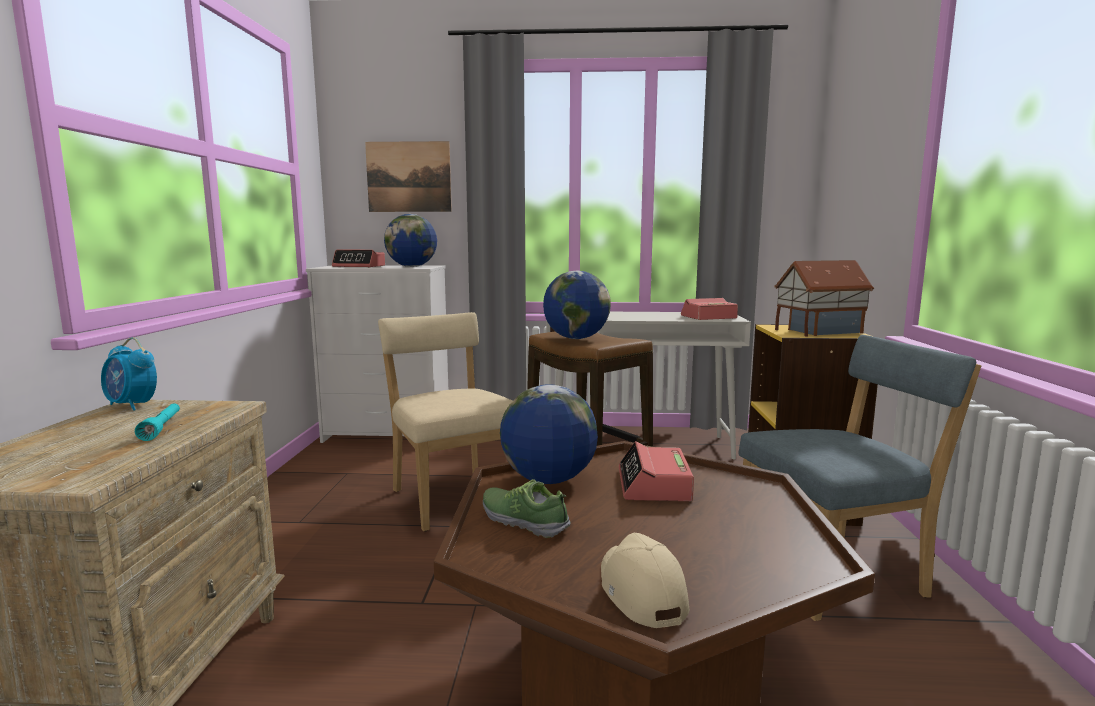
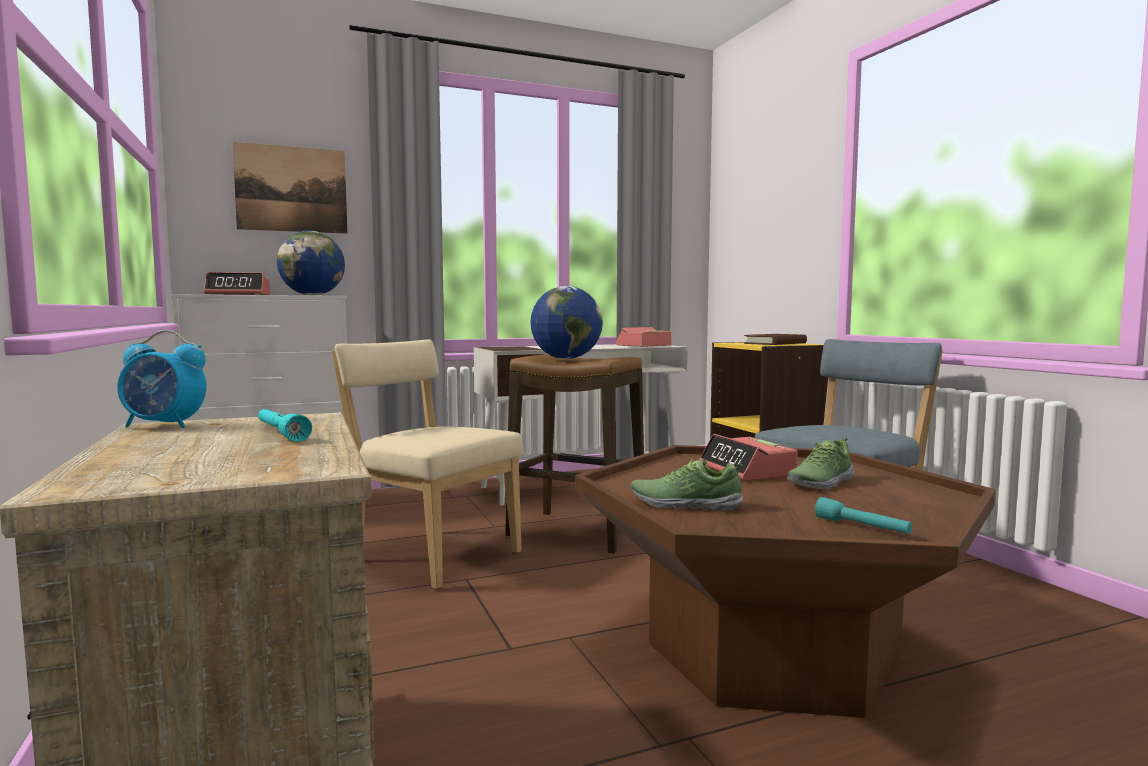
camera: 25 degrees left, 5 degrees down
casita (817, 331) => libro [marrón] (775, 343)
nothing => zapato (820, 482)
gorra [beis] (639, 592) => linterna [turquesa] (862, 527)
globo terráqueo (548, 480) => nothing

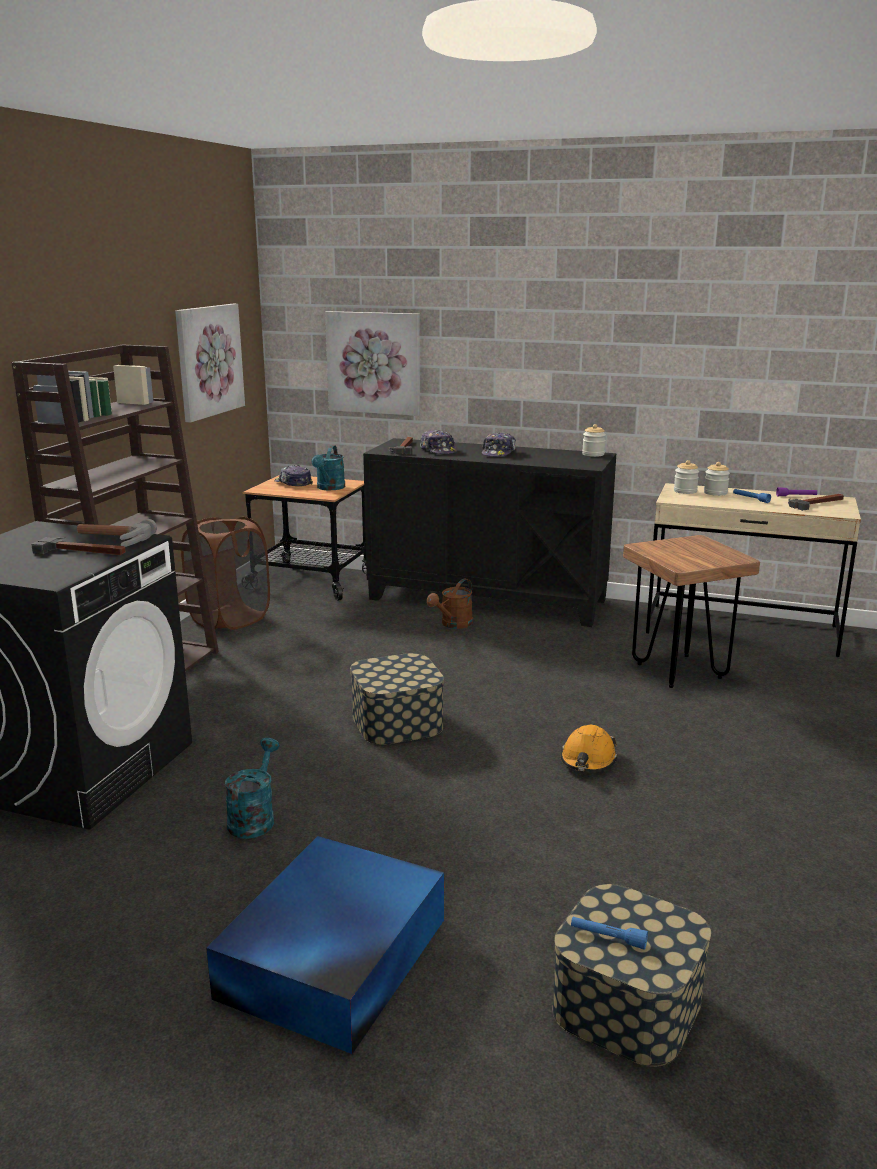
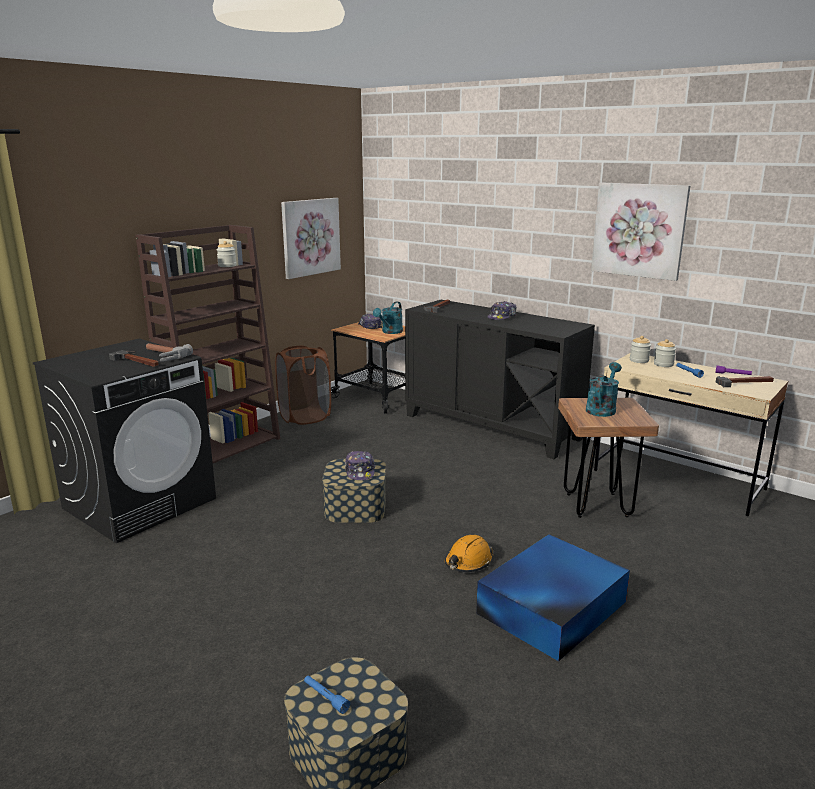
camera: 20 degrees right, 0 degrees up
tarro (593, 454) => tarro (227, 266), shifted
gorra (438, 450) => gorra (360, 471), shifted
caja de almacenaje [azul] (331, 959) => caja de almacenaje [azul] (550, 608), shifted
regadera [turquesa] (254, 818) => regadera [turquesa] (602, 409), shifted
cuadro (374, 363) => cuadro (639, 230), shifted
regadera [marrón] (453, 625) => nothing

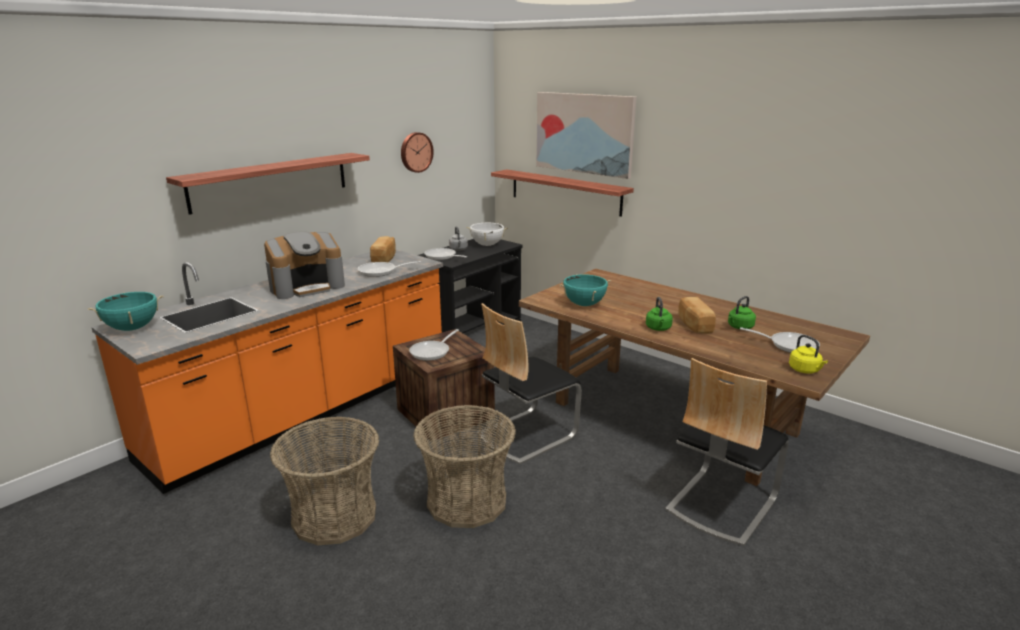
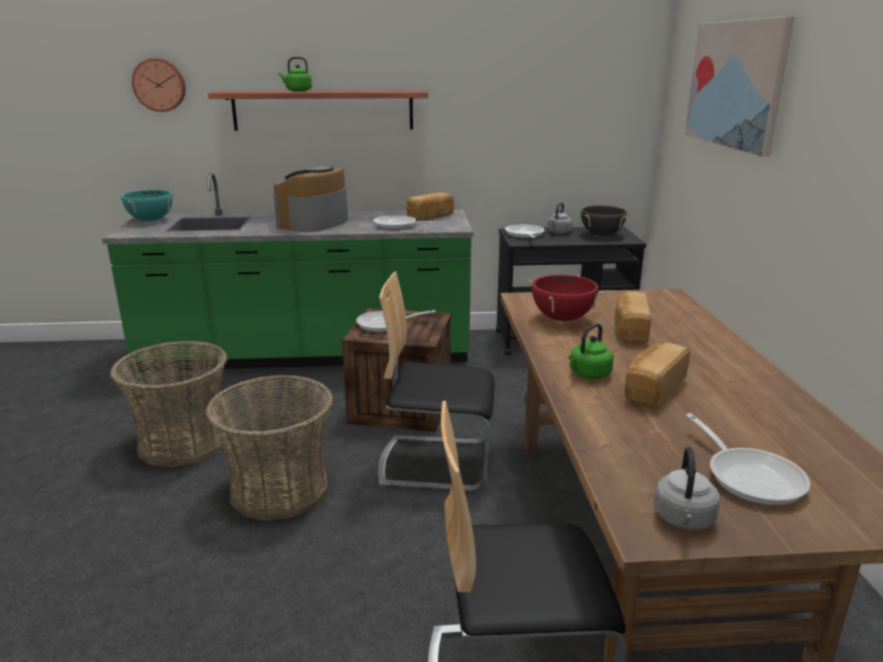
camera: 45 degrees right, 0 degrees up
mueble bajo de cocina [naranja] (307, 411) => mueble bajo de cocina [verde] (308, 354)
reloj de pared (415, 152) => reloj de pared (159, 85), shifted
cafetera (307, 286) => cafetera (314, 223), 105 degrees clockwise
hervidor [verde] (739, 327) => hervidor [verde] (297, 91), shifted
olla [turquesa] (584, 304) => olla [rojo] (562, 319)
olla [blanco] (487, 245) => olla [negro] (601, 235)
nothing => pan (630, 331)
hervidor [amarillo] (805, 370) => hervidor [gris] (683, 520)
estante (565, 192) => nothing

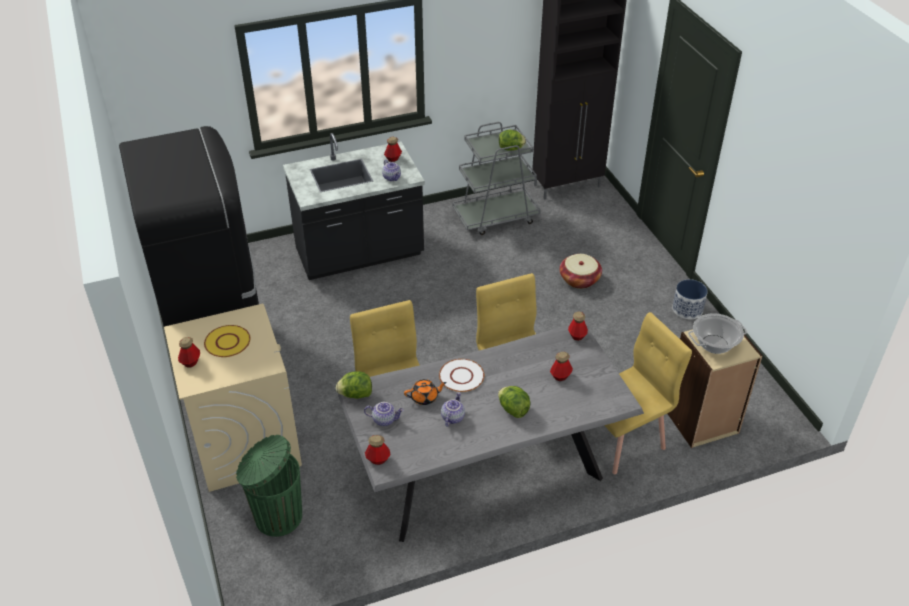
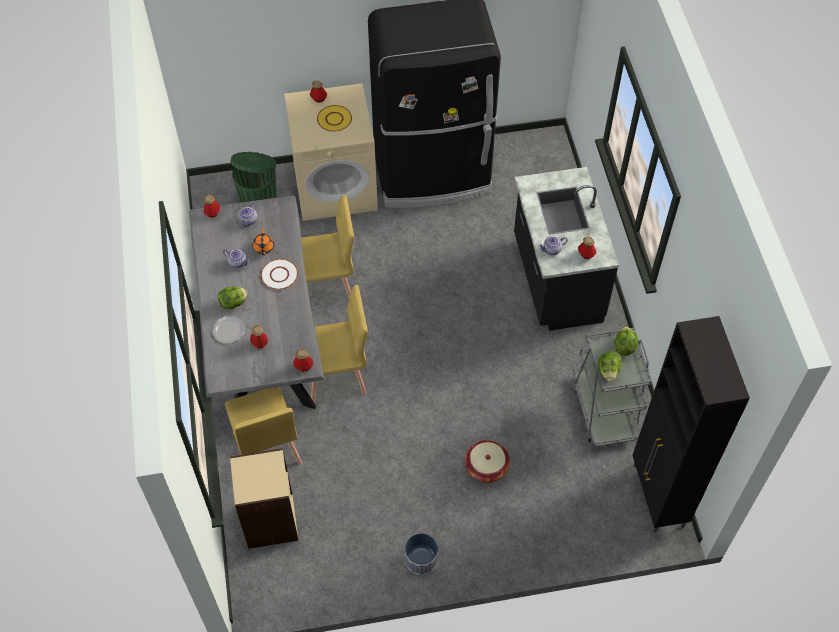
camera: 100 degrees right, 15 degrees up
nothing => plato (229, 331)
lechuga (355, 394) => lechuga (624, 346), shifted
olla (714, 344) => nothing

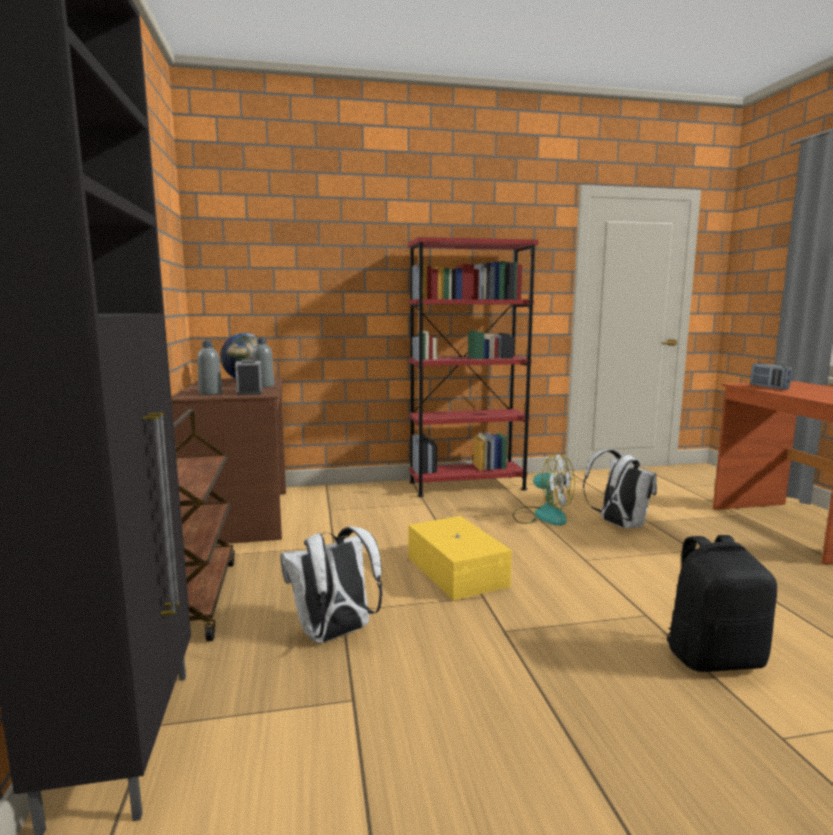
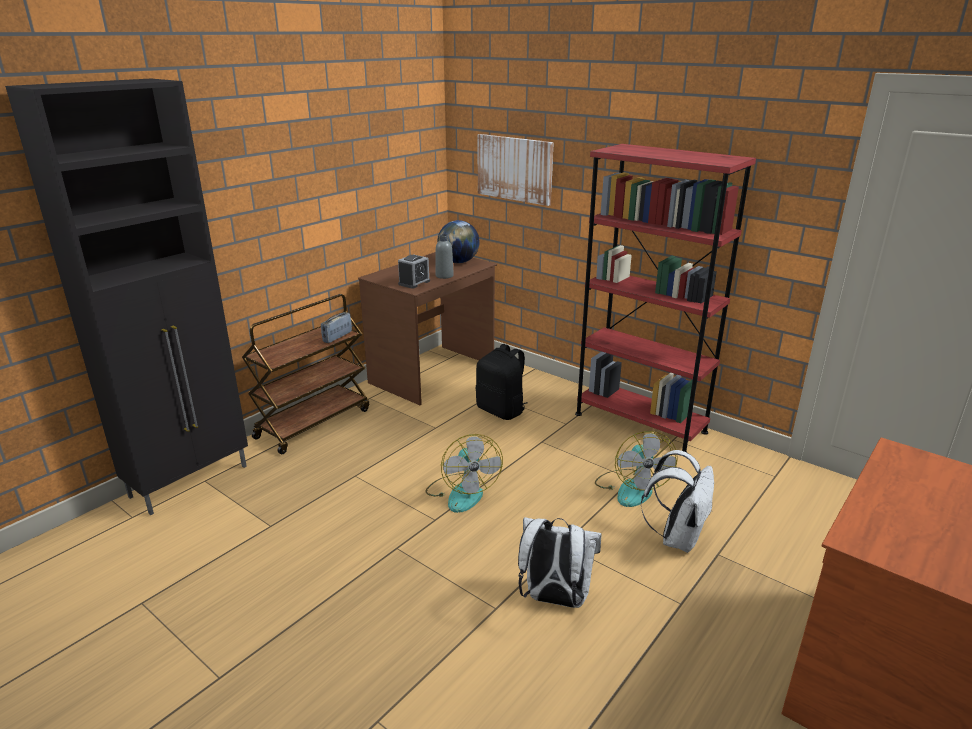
camera: 50 degrees right, 15 degrees up
radio (768, 387) => radio (337, 337), shifted
caja de almacenaje [amarillo] (457, 570) => ventilador (462, 492)
mochila [negro] (714, 657) => mochila [negro] (501, 410), shifted
nothing => cuadro (515, 168)
mochila [blanco] (334, 634) => mochila [blanco] (554, 599), shifted
botella [gris] (210, 393) => nothing

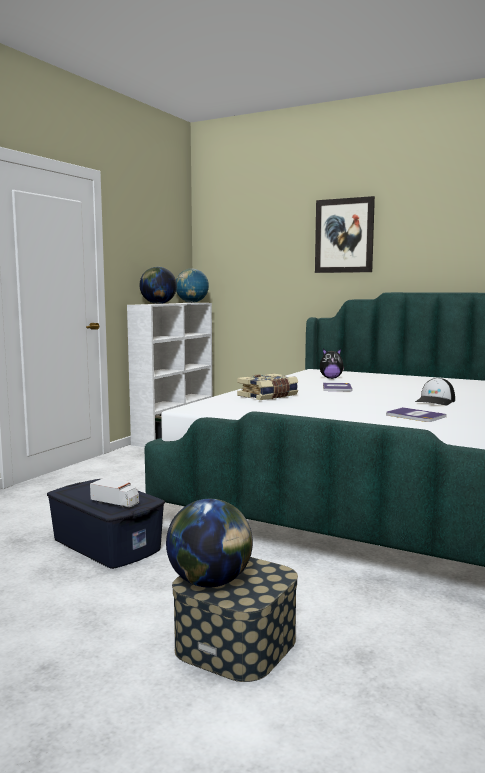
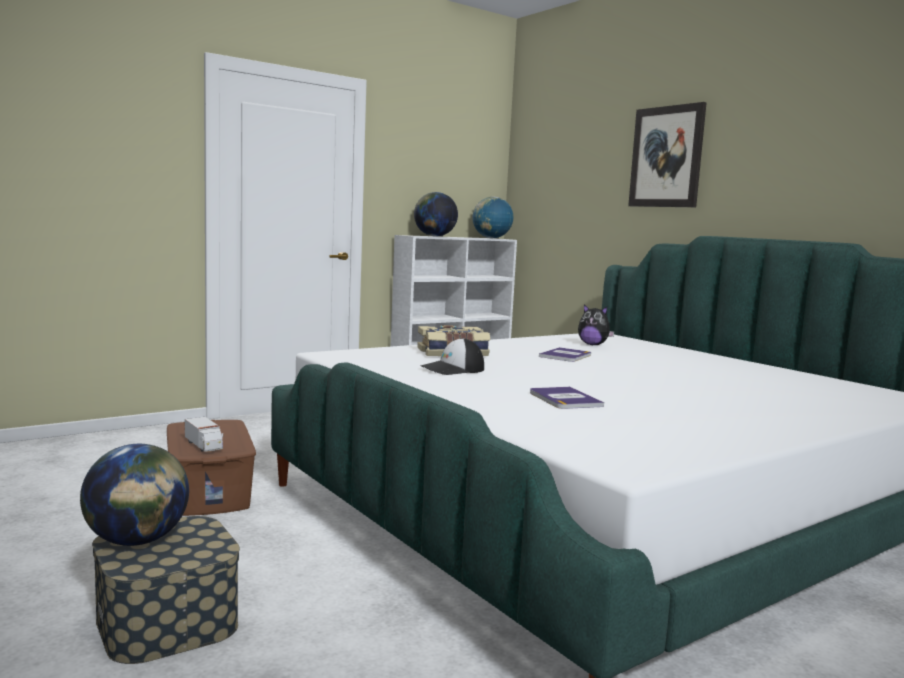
camera: 25 degrees right, 0 degrees up
caja de almacenaje [azul] (106, 544) => caja de almacenaje [marrón] (210, 491)
gorra (435, 401) => gorra (452, 369), shifted

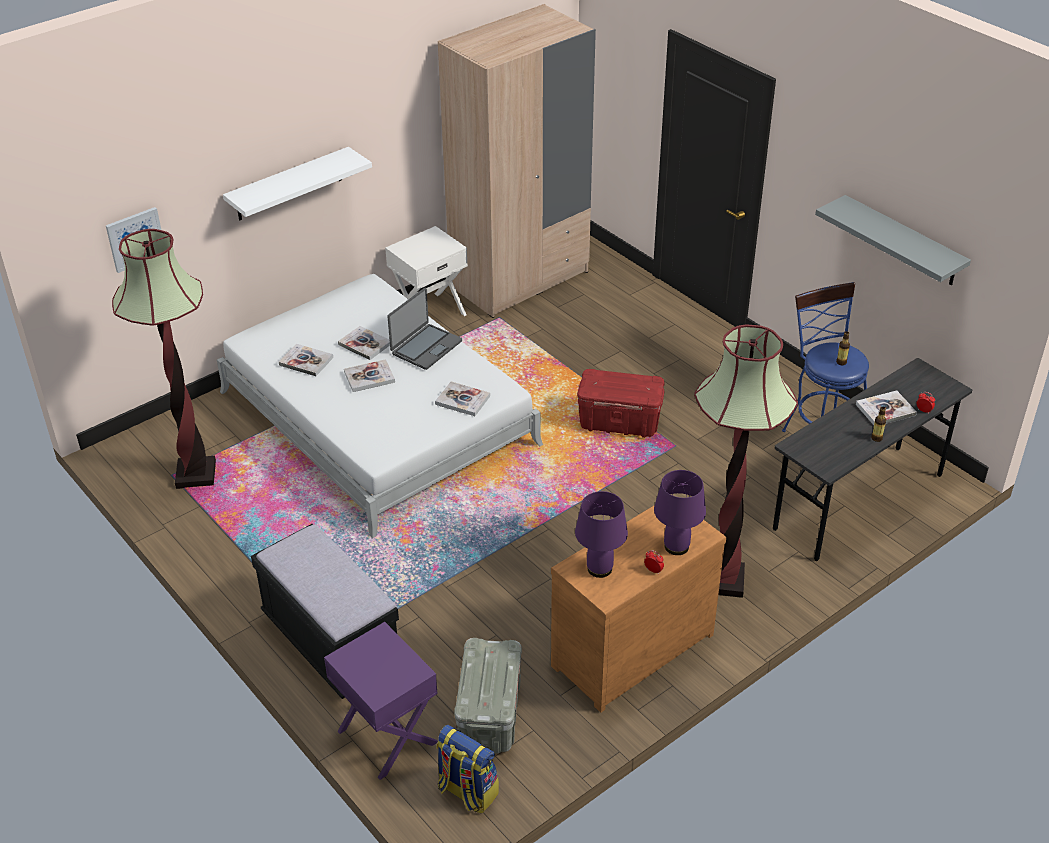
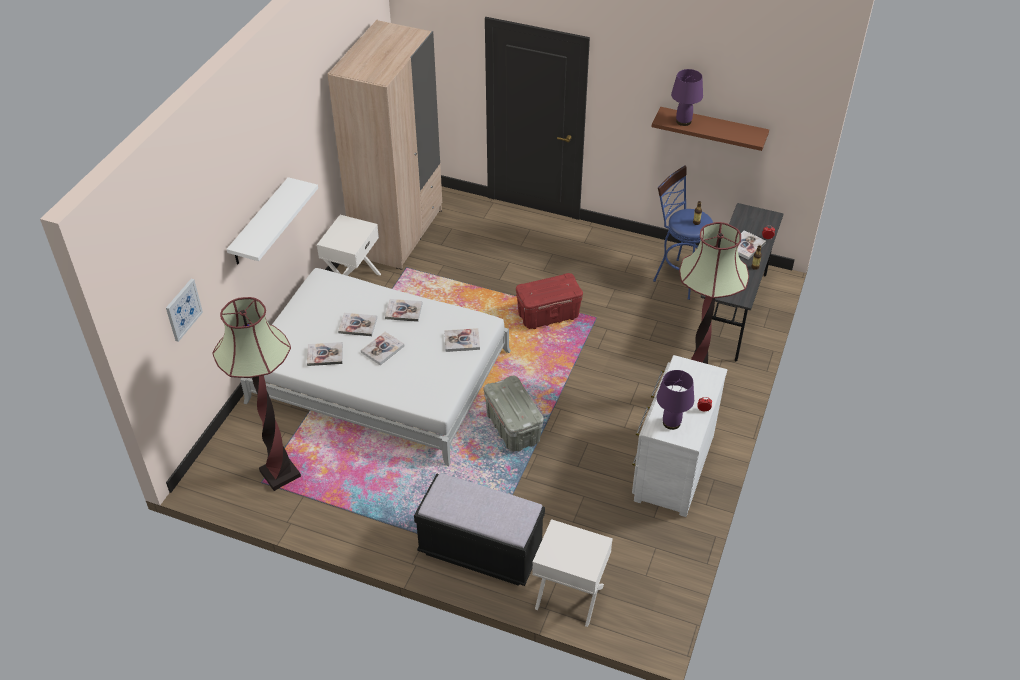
camera: 30 degrees left, 5 degrees up
portátil (426, 347) => libro (403, 311)
caja de almacenaje [gris] (490, 716) => caja de almacenaje [gris] (513, 428), shifted
mesita de noche [morado] (386, 737) => mesita de noche [blanco] (569, 597)
cómoda [marrón] (629, 648) => cómoda [blanco] (671, 467)
estante [gris] (902, 241) => estante [marrón] (712, 128)
lámpara de mesa [morado] (676, 546) => lámpara de mesa [morado] (683, 121), shifted
mochila (467, 791) => nothing

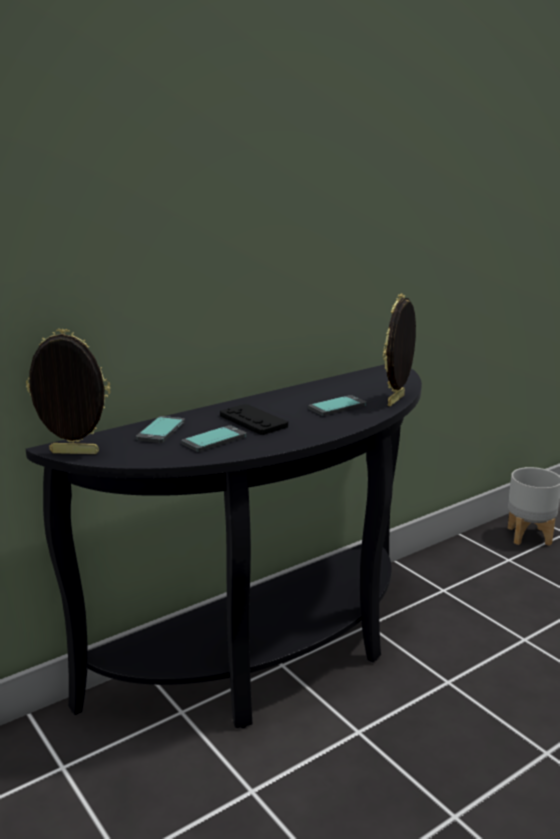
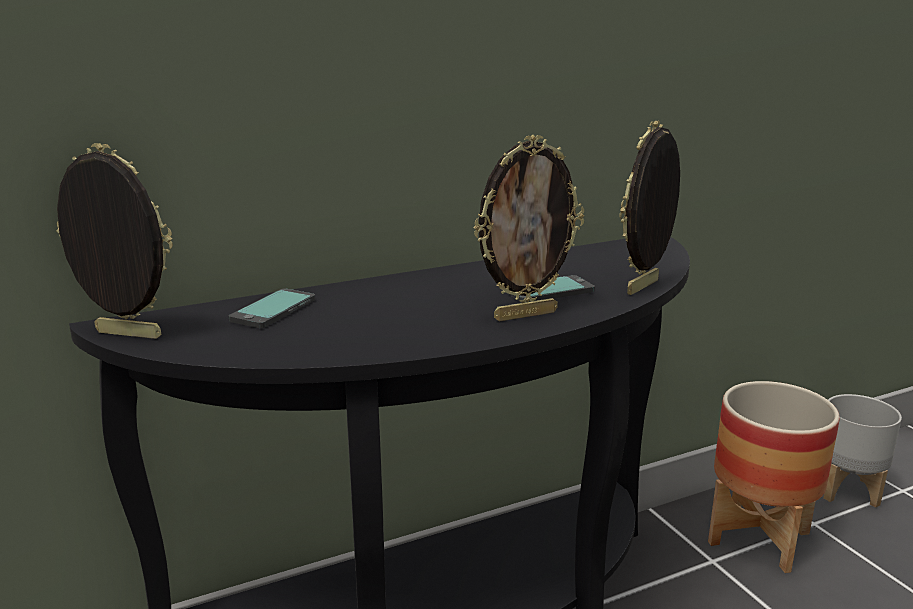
camera: 10 degrees right, 0 degrees up
nothing => portarretratos (525, 315)
nothing => maceta (759, 537)
móvil (214, 440) => nothing
mando de consola [negro] (253, 421) => nothing

